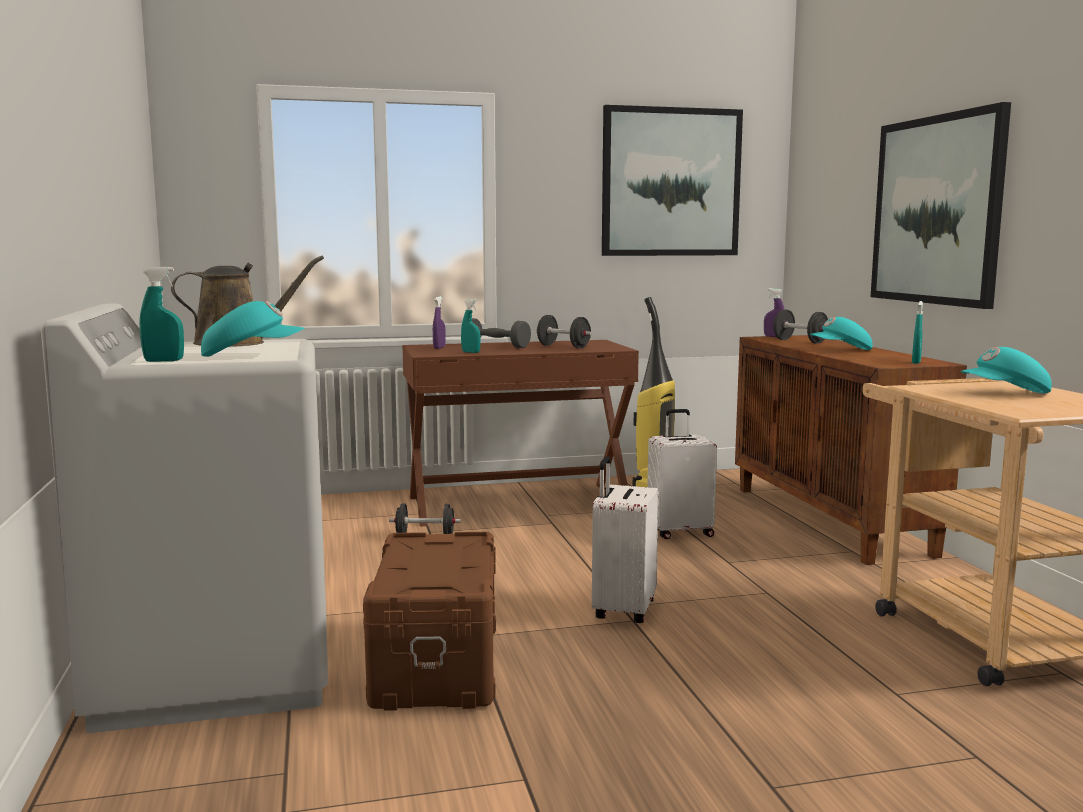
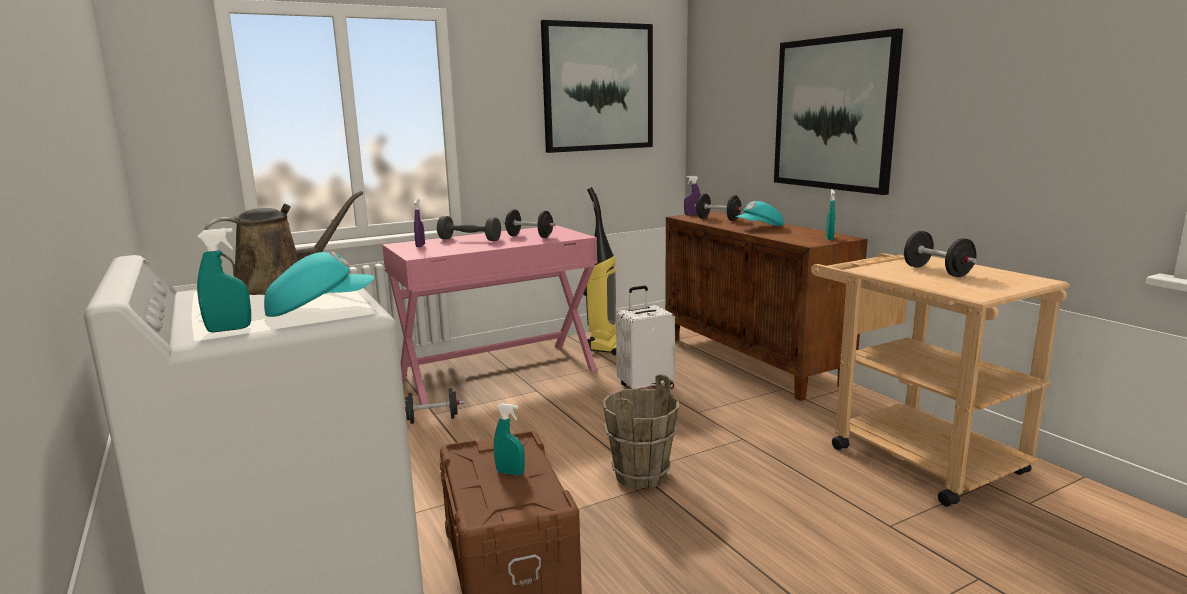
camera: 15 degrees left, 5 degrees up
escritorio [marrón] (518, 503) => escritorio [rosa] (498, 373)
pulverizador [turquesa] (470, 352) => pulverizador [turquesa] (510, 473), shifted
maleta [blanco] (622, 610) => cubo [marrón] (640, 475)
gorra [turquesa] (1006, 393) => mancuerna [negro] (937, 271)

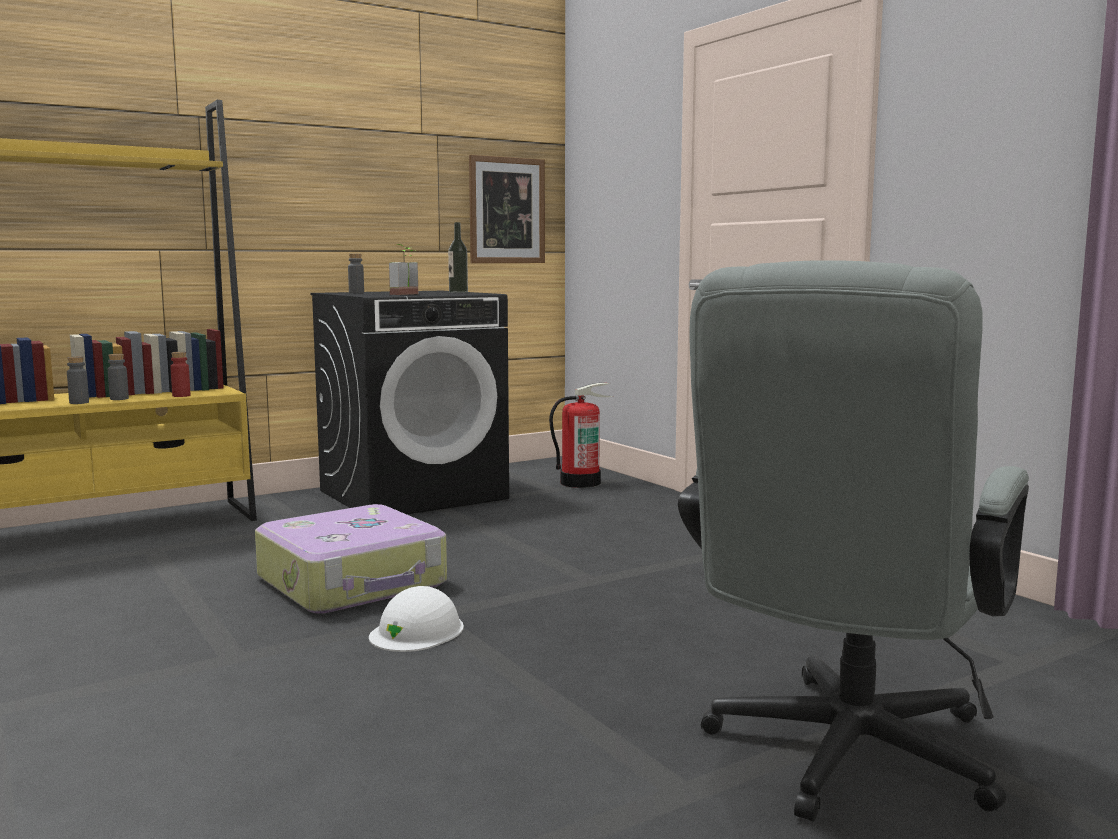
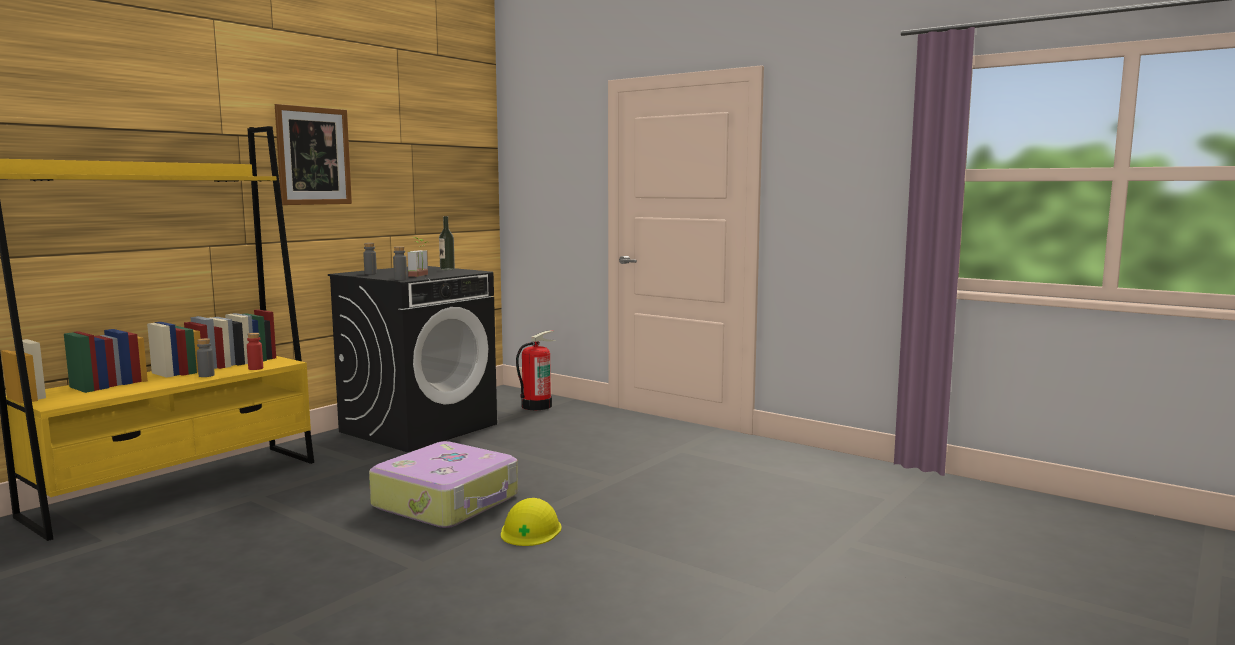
camera: 20 degrees left, 0 degrees up
cuadro (507, 210) => cuadro (313, 156), shifted
botella [gris] (79, 402) => botella [gris] (400, 279), shifted
casco [blanco] (417, 631) => casco [amarillo] (531, 530)
silla de oficina [gris] (842, 761) => nothing

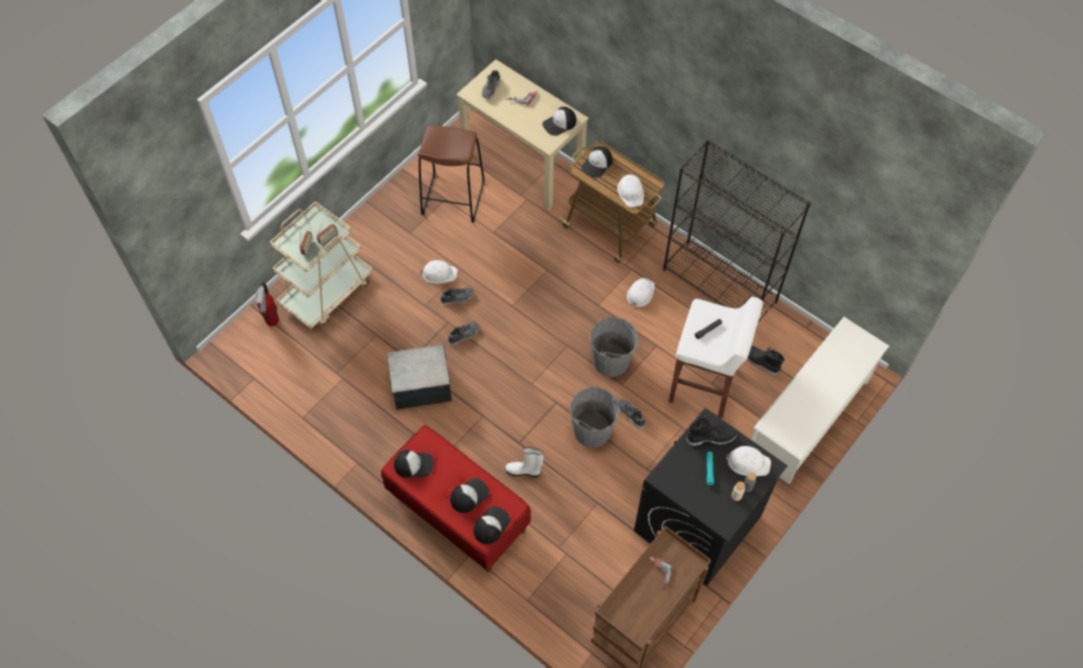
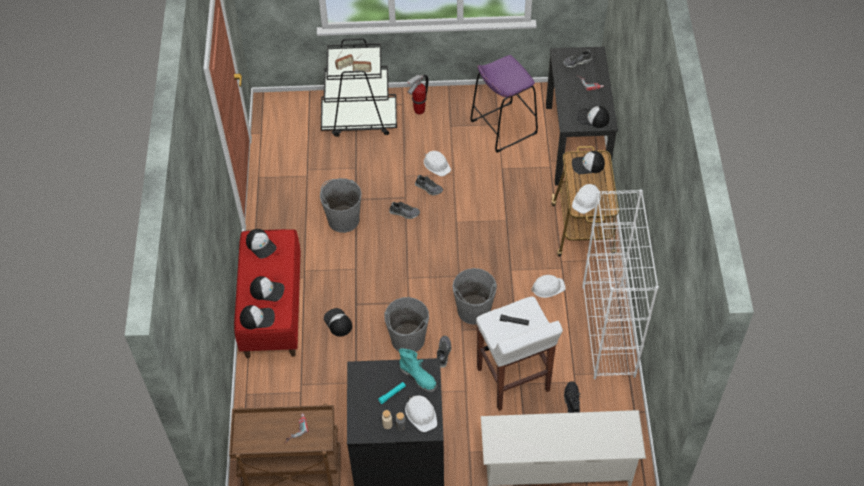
camera: 50 degrees right, 5 degrees down
caja de almacenaje (421, 385) => cubo [gris] (343, 219)
carrito [beis] (327, 291) => carrito [negro] (359, 119)
bota [blanco] (524, 471) => gorra (337, 323)
bota [negro] (710, 437) => bota [turquesa] (418, 377)
extintor (272, 321) => extintor (419, 110), shifted
taburete [marrón] (452, 198) => taburete [morado] (503, 127)
escritorio [beis] (523, 164) => escritorio [negro] (576, 143)
estantería [negro] (720, 286) => estantería [blanco] (609, 331)

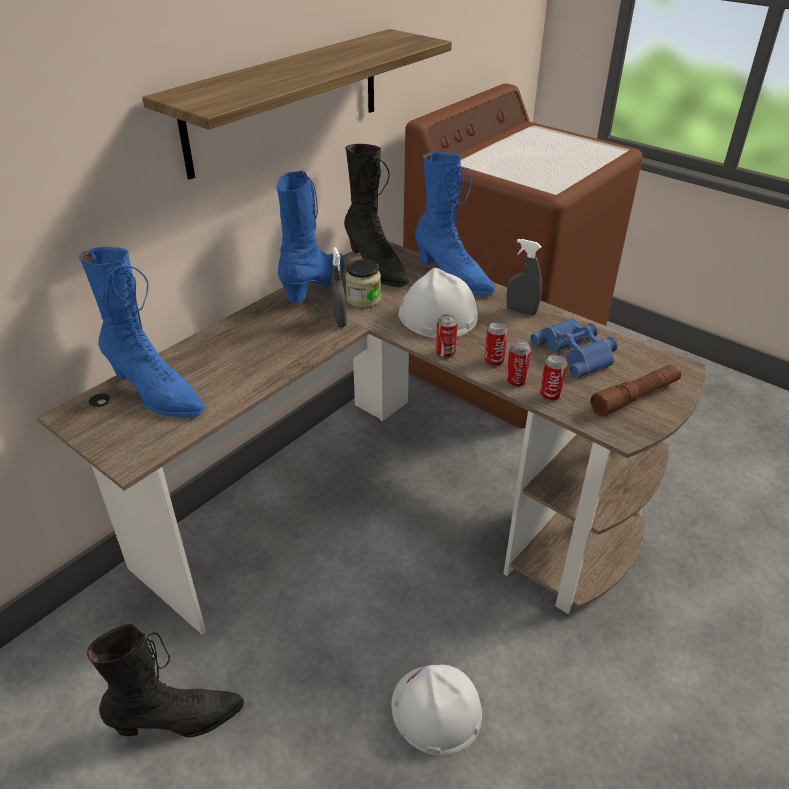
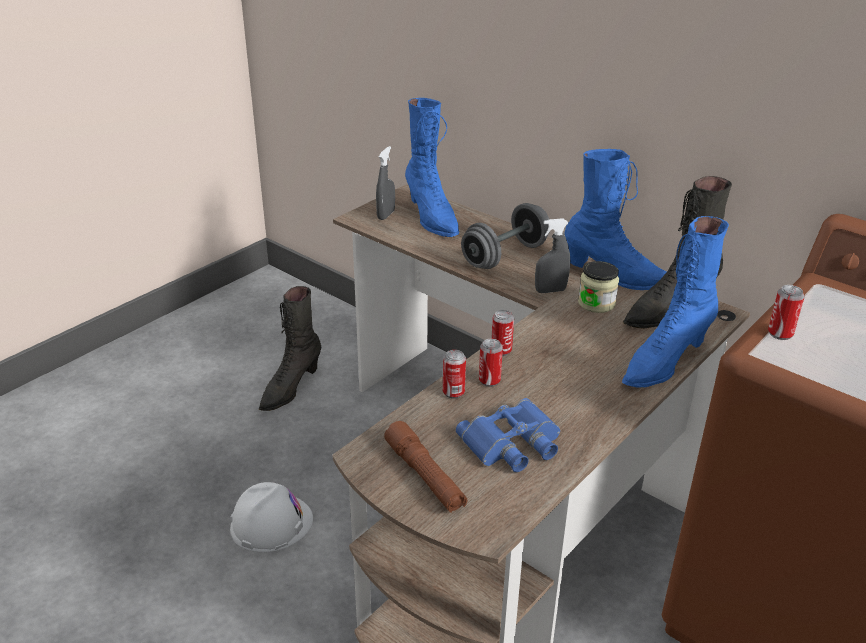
camera: 90 degrees right, 5 degrees down
bota [negro] (178, 721) => bota [negro] (290, 388), 45 degrees clockwise
pulverizador [gris] (521, 311) => pulverizador [gris] (386, 215), shifted
bota [azul] (155, 394) => bota [azul] (431, 218), 60 degrees counterclockwise
nothing => mancuerna [gris] (505, 255)
lata (550, 395) => lata (780, 334), shifted
estante (286, 101) => nothing
casco [blanco] (437, 315) => nothing

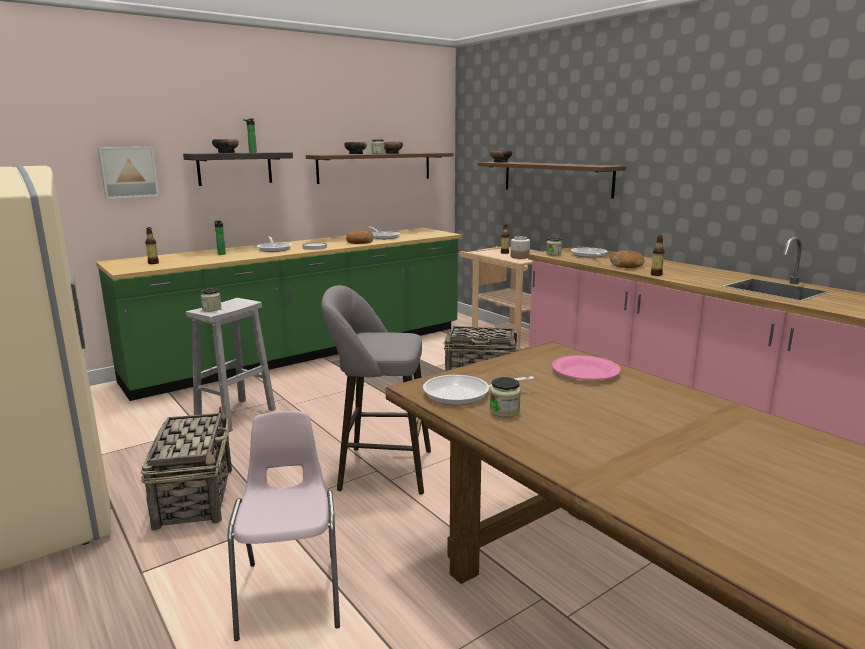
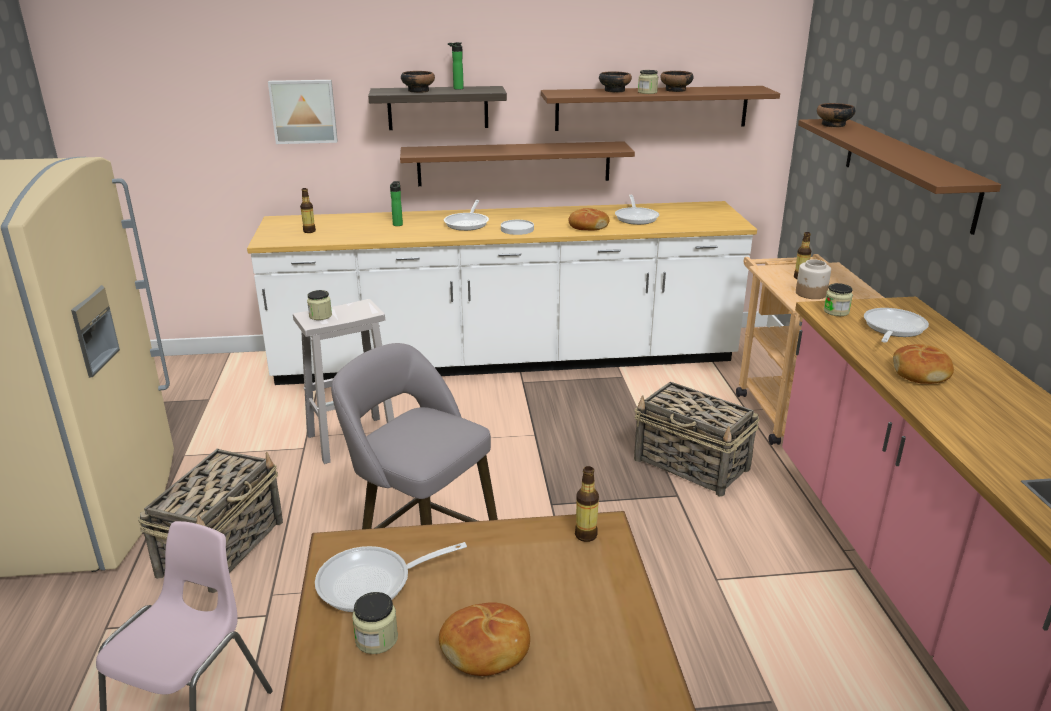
camera: 30 degrees right, 10 degrees up
mueble bajo de cocina [verde] (307, 354) => mueble bajo de cocina [blanco] (506, 361)
sartén (463, 394) => sartén (373, 583), 45 degrees counterclockwise
nothing => estante [marrón] (514, 163)
nothing => pan (486, 649)
botella (656, 274) => botella (585, 535), shifted
plato [rosa] (586, 372) => nothing

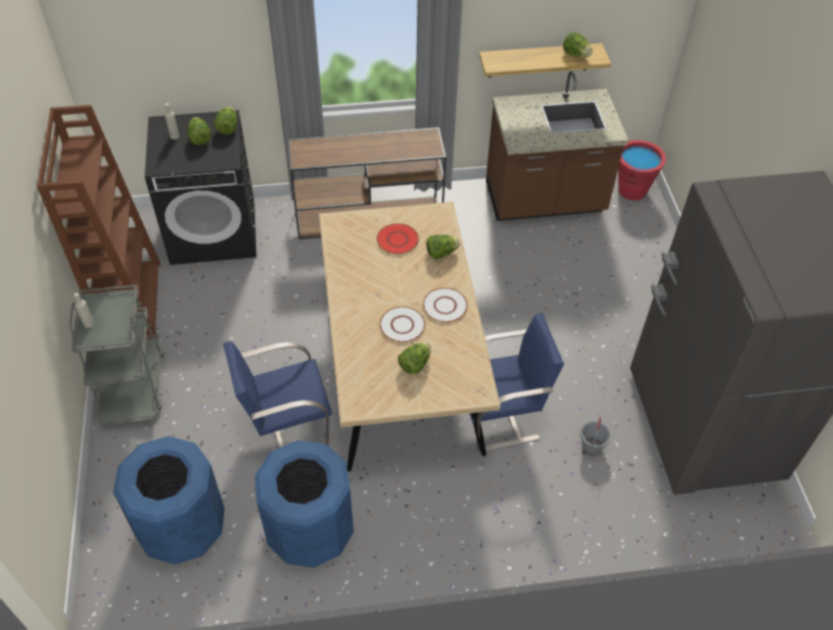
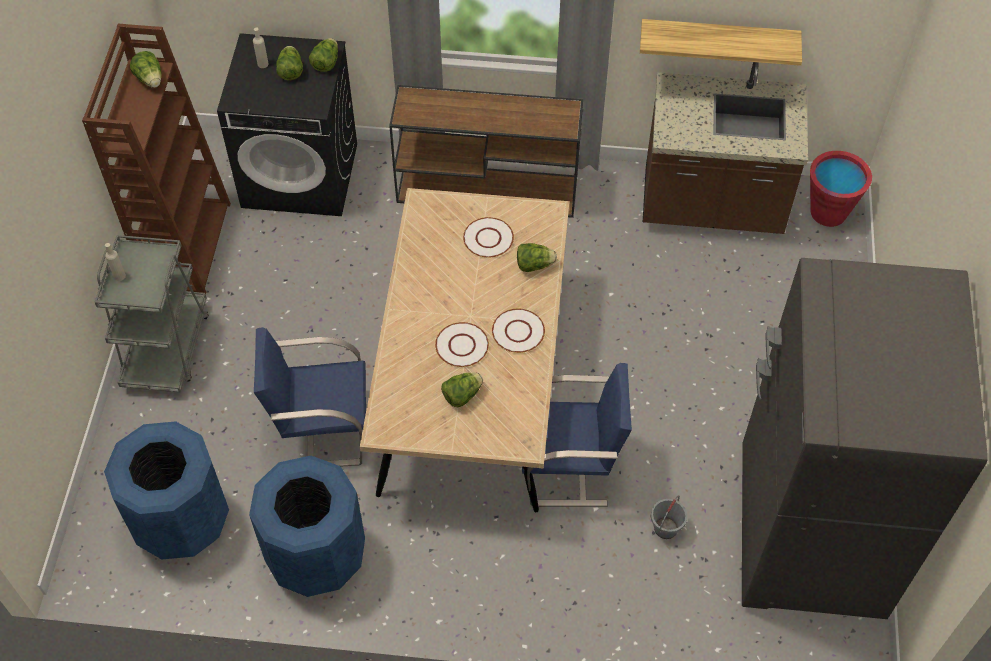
camera: 15 degrees right, 5 degrees up
lechuga (576, 54) => lechuga (150, 79), shifted
plato [rojo] (397, 240) => plato [blanco] (488, 239)

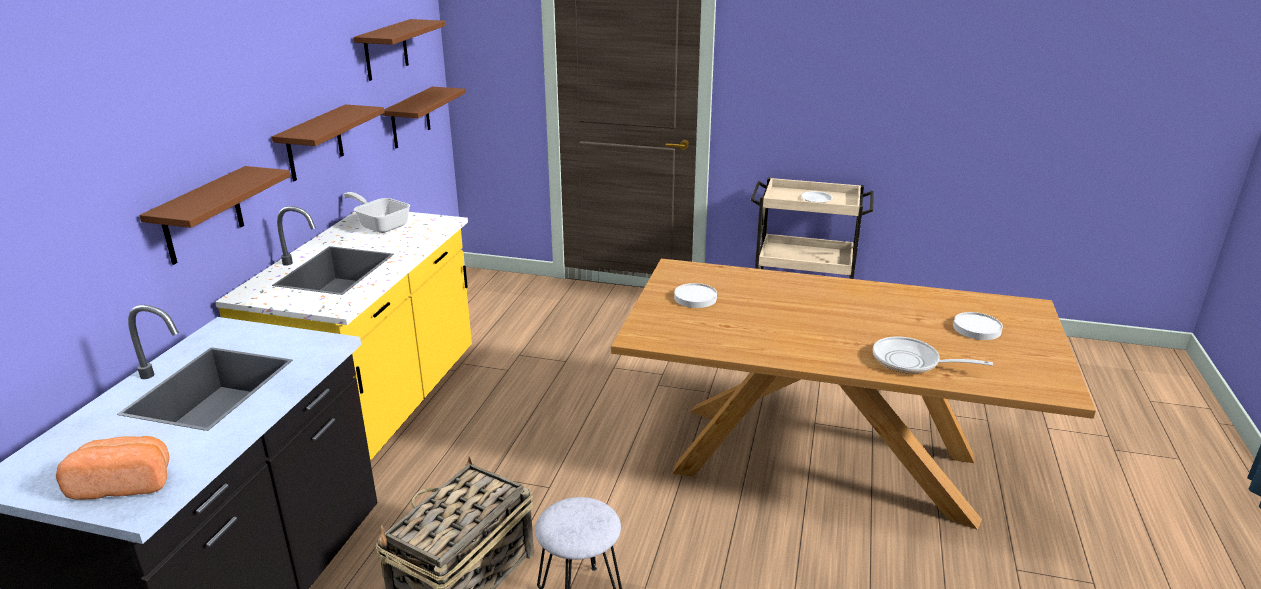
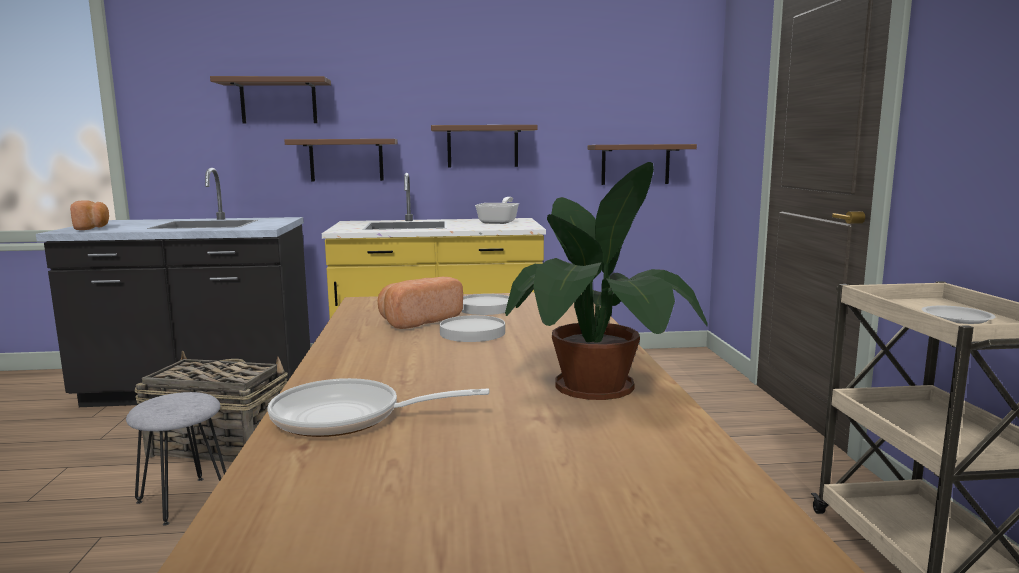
camera: 70 degrees right, 15 degrees down
estante [marrón] (386, 50) => estante [marrón] (278, 101), shifted
sartén (911, 362) => sartén (347, 418), 90 degrees counterclockwise
nothing => pan (418, 321)
plato [blanco] (977, 328) => plato [blanco] (473, 333), shifted
nothing => planta en maceta (597, 388)

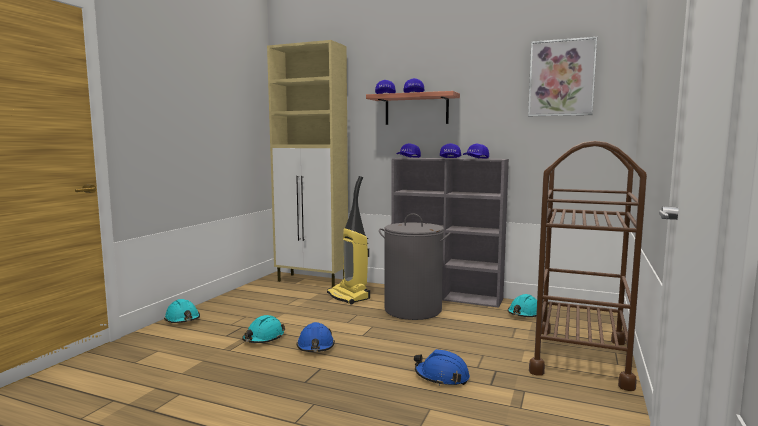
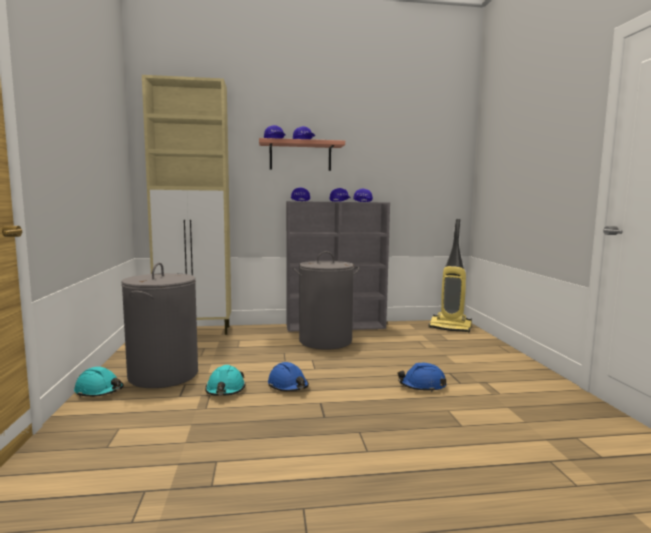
camera: 30 degrees left, 0 degrees up
nothing => cesto de la ropa [gris] (163, 375)
aspiradora (349, 296) => aspiradora (450, 327), shifted
casco [turquesa] (524, 314) => nothing
cuadro (561, 78) => nothing
carrito [marrón] (580, 356) => nothing

